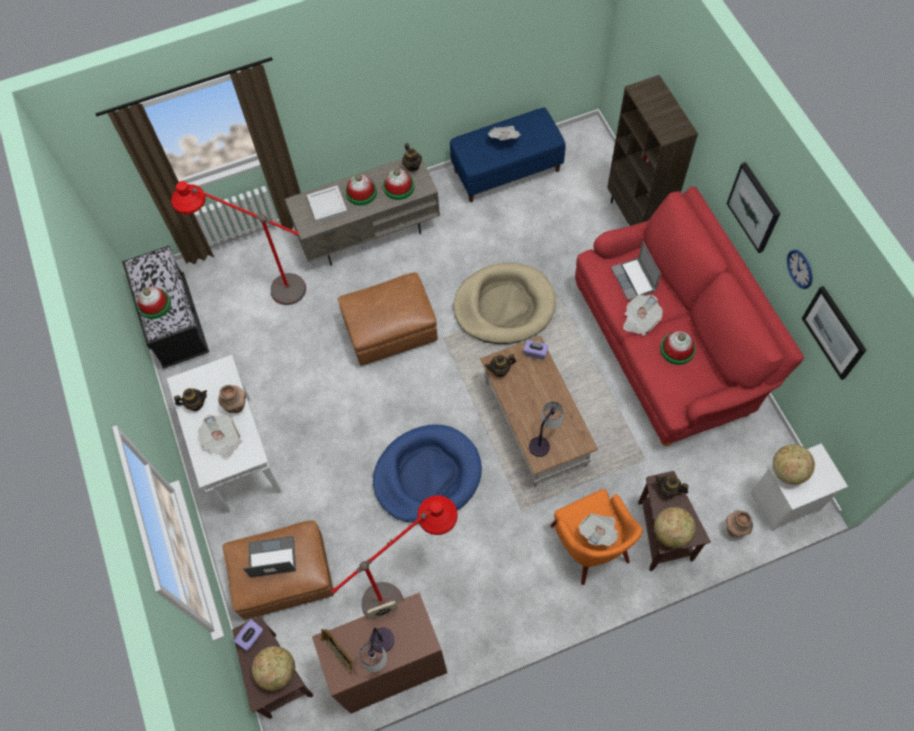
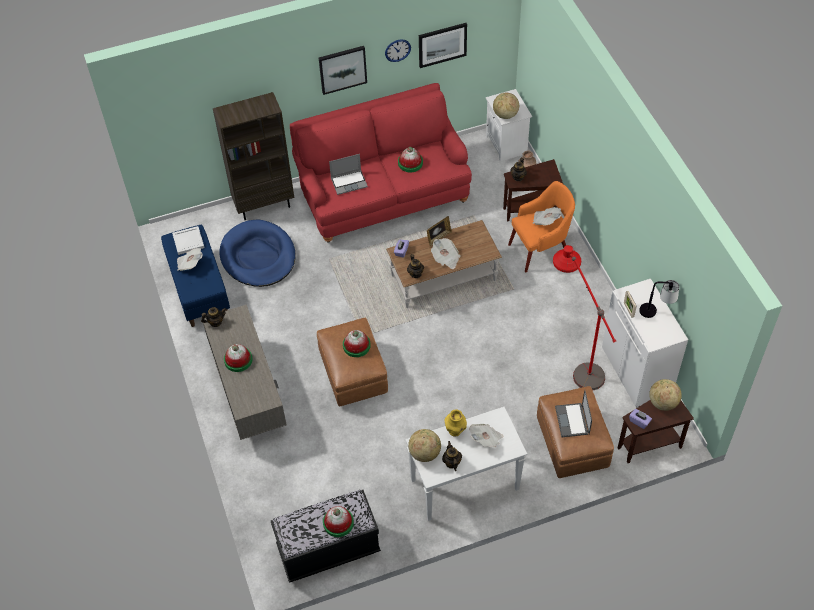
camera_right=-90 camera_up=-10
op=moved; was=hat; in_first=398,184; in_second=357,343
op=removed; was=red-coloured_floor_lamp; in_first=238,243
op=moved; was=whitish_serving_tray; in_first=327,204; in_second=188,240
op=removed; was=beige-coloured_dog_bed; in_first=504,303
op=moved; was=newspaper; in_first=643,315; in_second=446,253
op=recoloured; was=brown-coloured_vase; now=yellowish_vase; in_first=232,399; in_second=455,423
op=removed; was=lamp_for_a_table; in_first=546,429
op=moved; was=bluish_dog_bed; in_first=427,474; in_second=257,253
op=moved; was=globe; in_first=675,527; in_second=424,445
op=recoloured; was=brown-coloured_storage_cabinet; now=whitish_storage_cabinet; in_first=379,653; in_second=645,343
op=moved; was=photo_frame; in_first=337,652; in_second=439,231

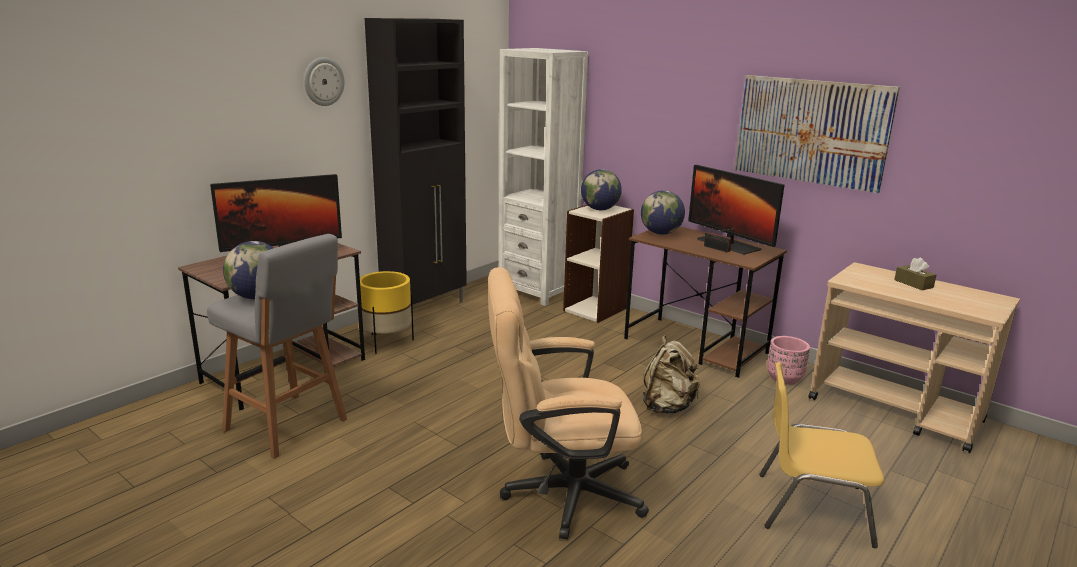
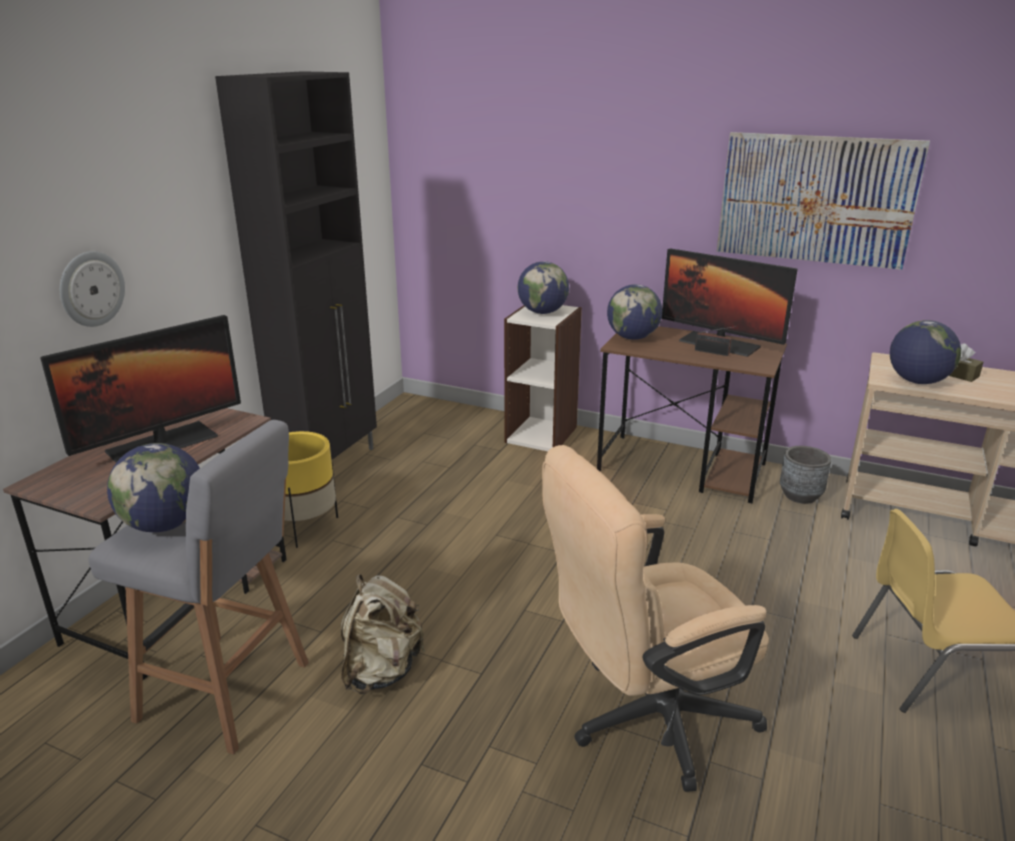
camera_right=-15 camera_up=5
op=removed; was=whitish_shelving_unit; in_first=543,177
op=moved; was=hanging_clock; in_first=324,81; in_second=92,289
op=moved; was=beige-coloured_backpack; in_first=671,374; in_second=383,634
op=recoloured; was=pink_planter; now=gray_planter; in_first=788,360; in_second=805,475
op=added; now=globe; in_second=925,352

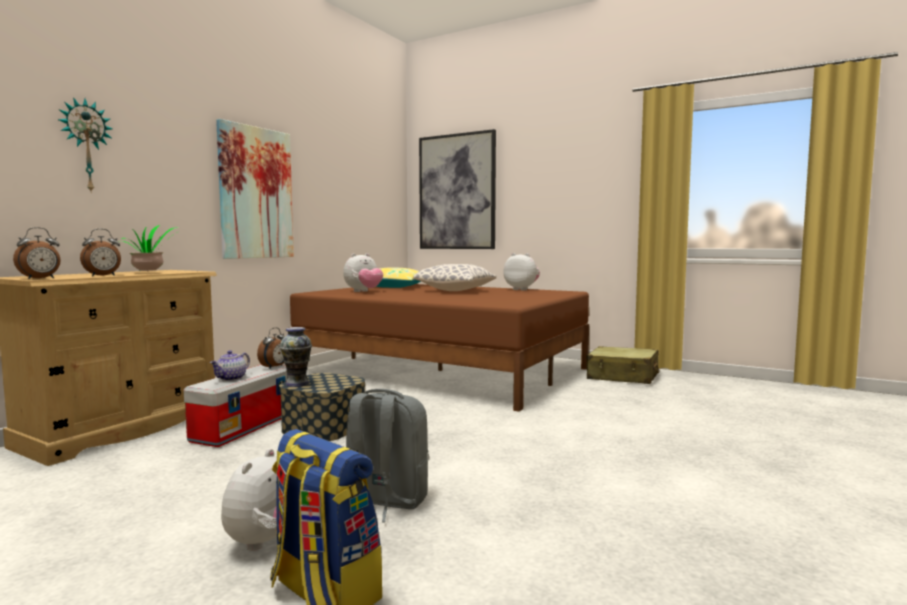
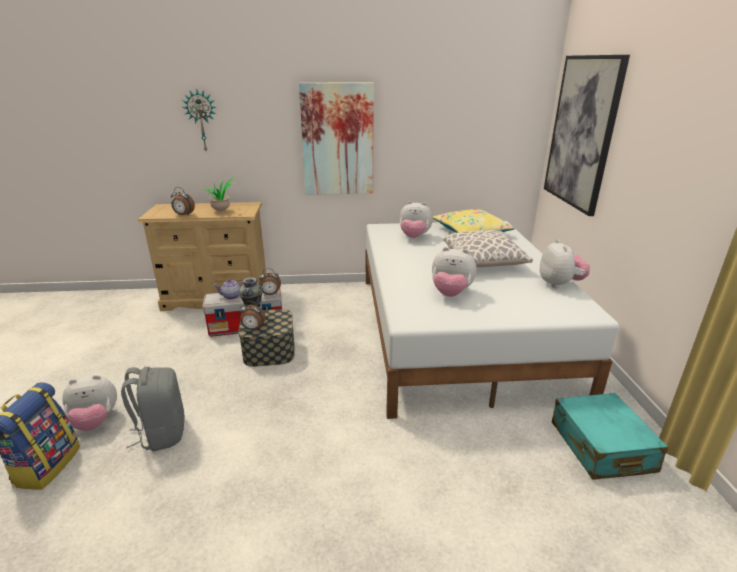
camera_right=55 camera_up=20
op=moved; was=table_clock; in_first=37,253; in_second=252,315
op=recoloured; was=brown-coloured_bed; now=whitish_bed; in_first=438,348; in_second=492,320
op=recoloured; was=beige-coloured_travel_case; now=turquoise_travel_case; in_first=623,365; in_second=610,436
op=added; now=cuddly_toy; in_second=454,272

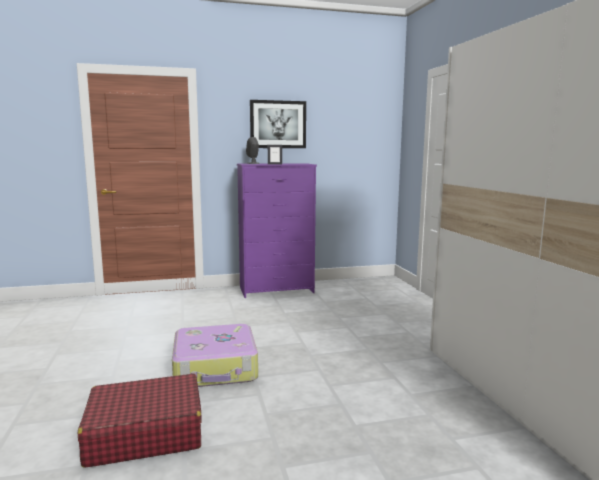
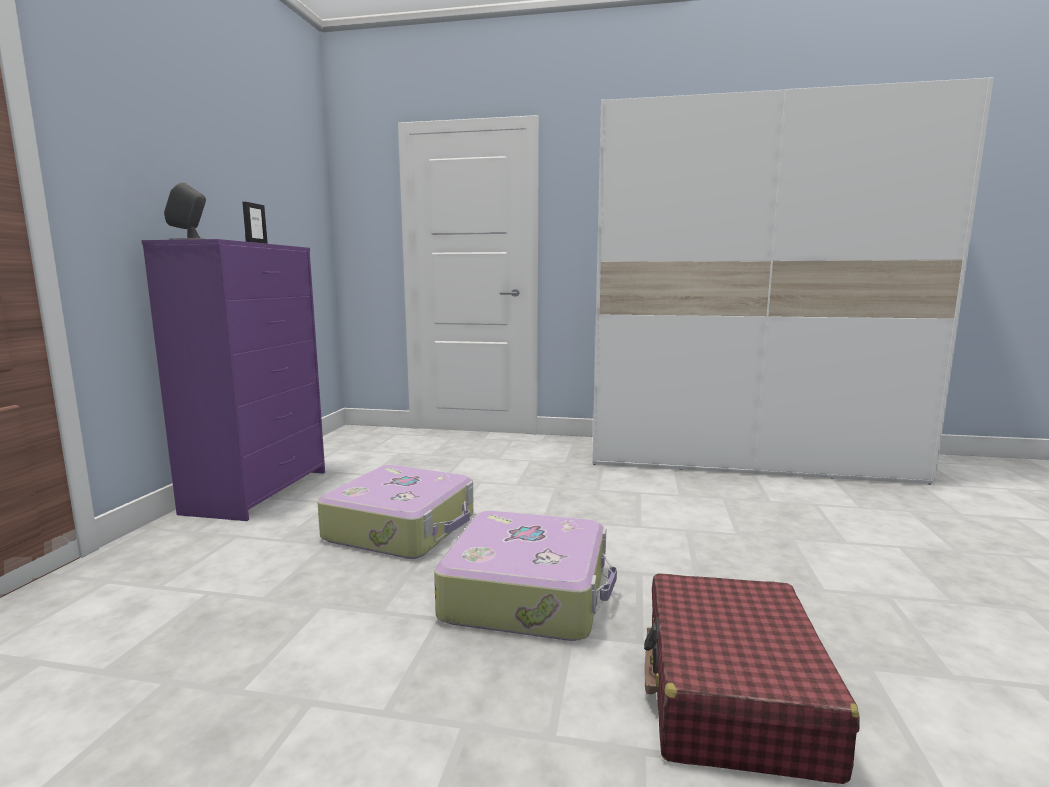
camera_right=-65 camera_up=0
op=removed; was=wall_picture; in_first=278,124
op=added; now=travel_case; in_second=395,512

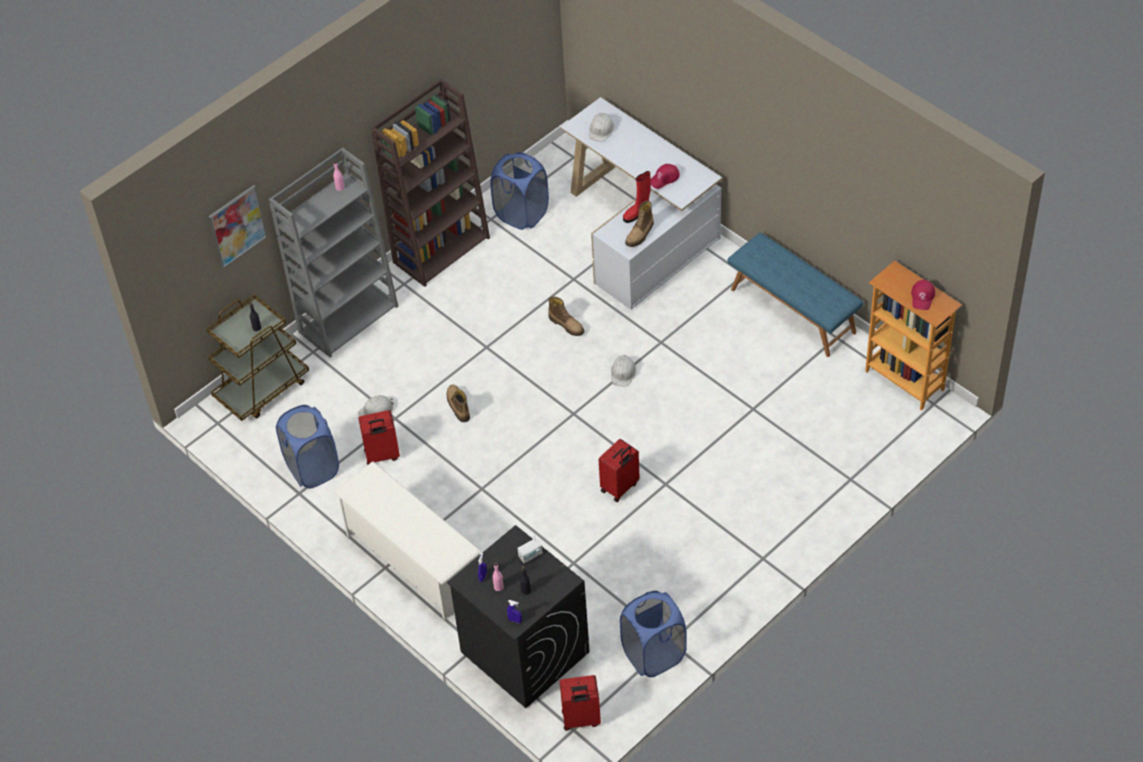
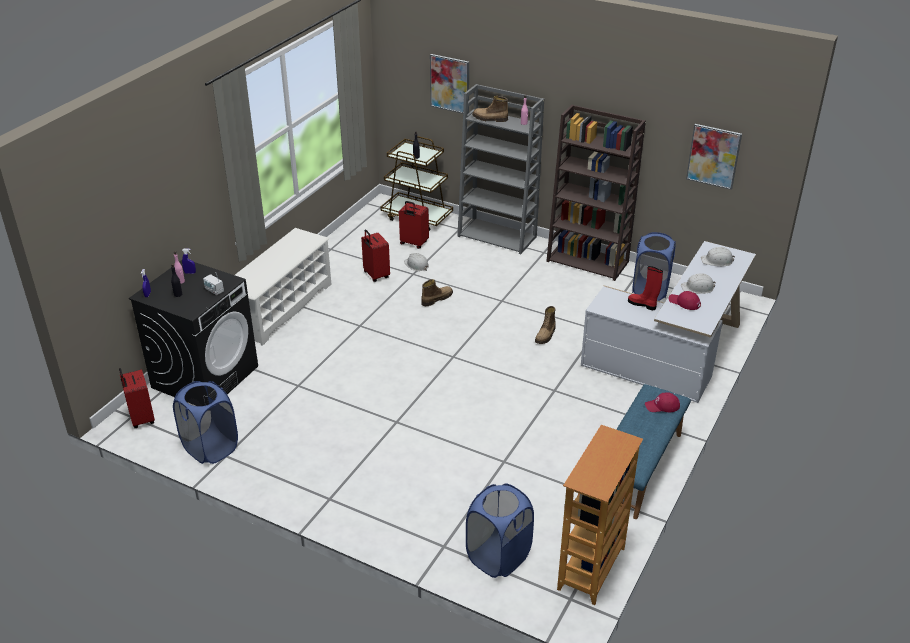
camera_right=70 camera_up=-15
op=moved; was=tall_boot; in_first=639,224; in_second=490,109
op=moved; was=red-coloured_peaked_cap; in_first=923,295; in_second=662,402
op=moved; was=whitish_safety_helmet; in_first=623,371; in_second=698,283
op=moved; was=bluish_laundry_basket; in_first=307,447; in_second=500,531
op=moved; was=red-coloured_travel_case; in_first=619,470; in_second=414,225
op=added; now=wall_picture; in_second=714,157

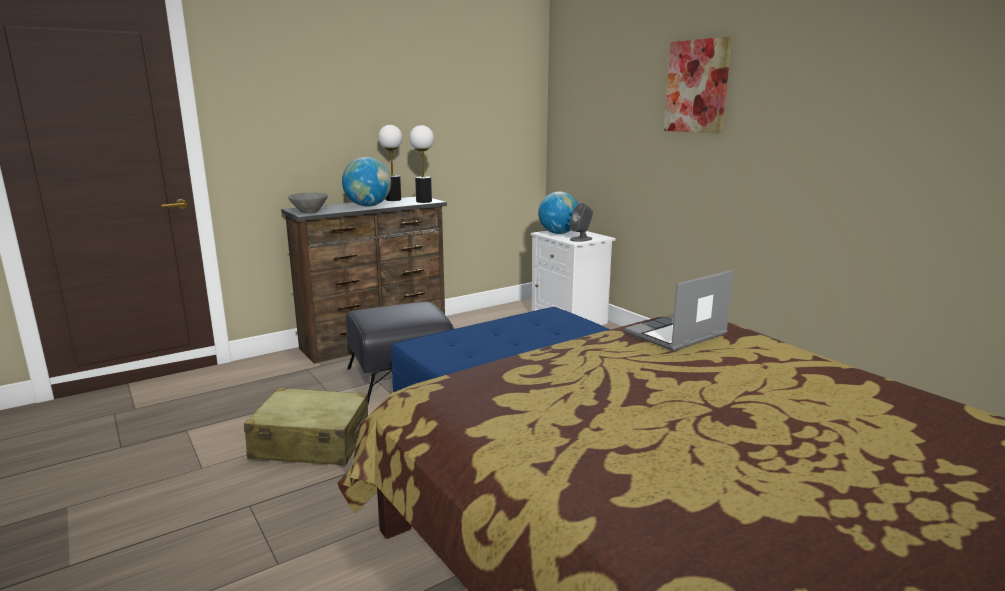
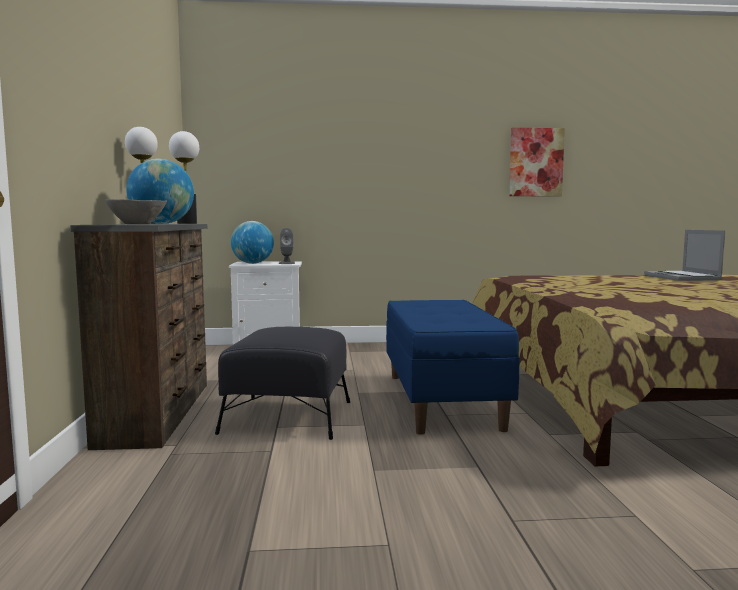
camera_right=-60 camera_up=-10
op=moved; was=wall_picture; in_first=698,85; in_second=537,162
op=moved; was=notebook_computer; in_first=679,310; in_second=684,255
op=removed; was=beige-coloured_travel_case; in_first=306,426

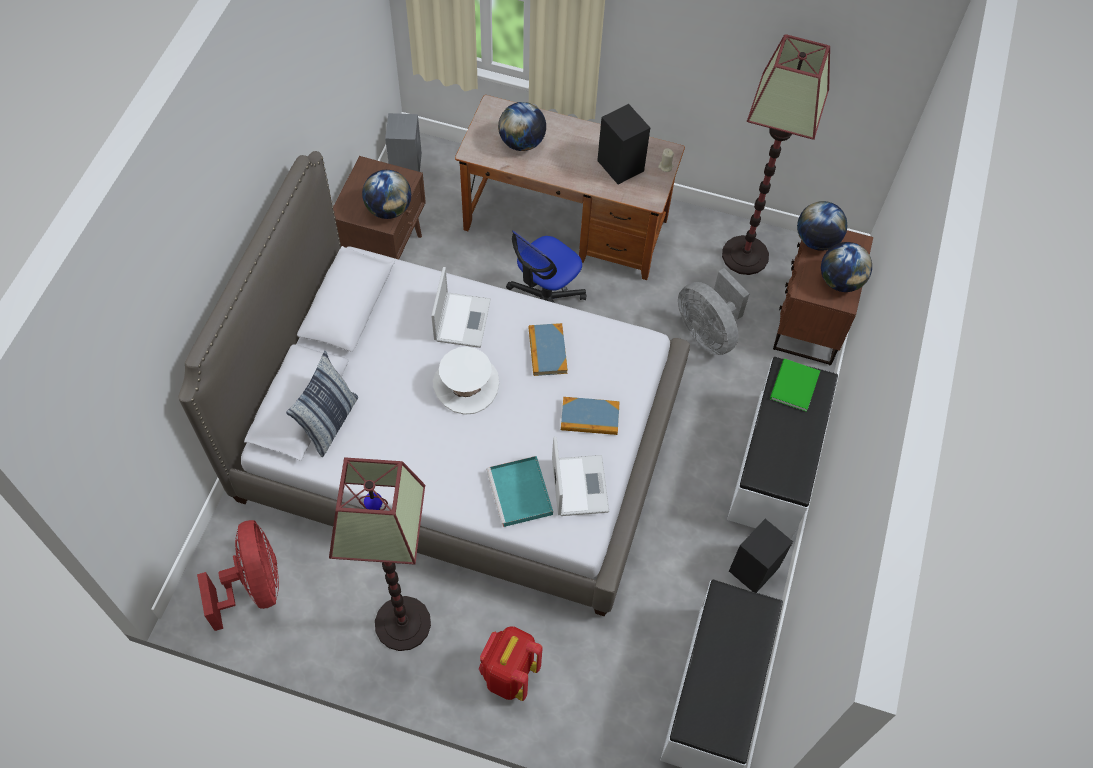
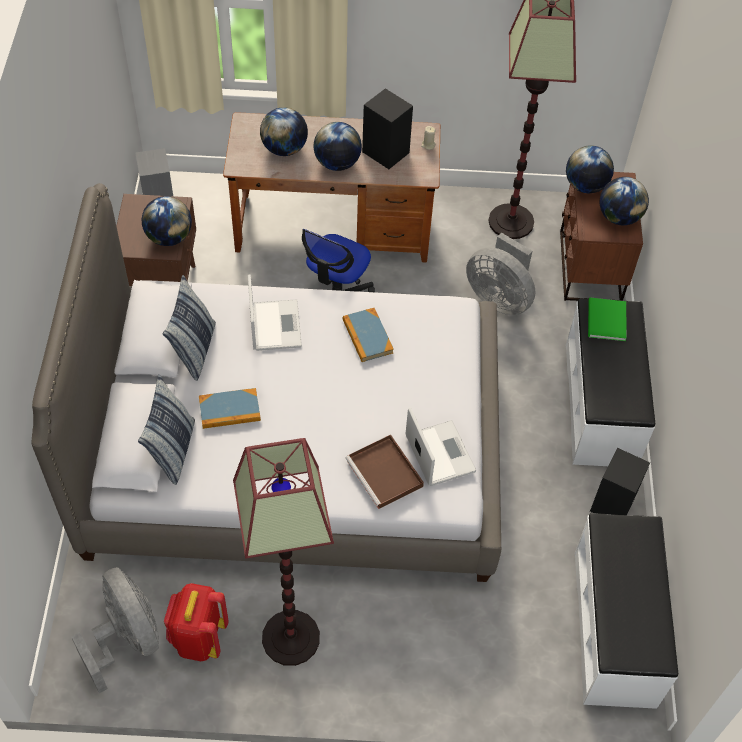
camera_right=-15 camera_up=-5
op=removed; was=whitish_hat; in_first=466,381
op=moved; was=book; in_first=590,416; in_second=230,408
op=recoloured; was=turquoise_serving_tray; now=brown-coloured_serving_tray; in_first=519,491; in_second=384,471
op=recoloured; was=red-coloured_fan; now=gray_fan; in_first=238,575; in_second=115,630
op=moved; was=red-coloured_backpack; in_first=511,663; in_second=196,622
op=added; now=globe; in_second=338,146
op=added; now=cushion; in_second=189,328

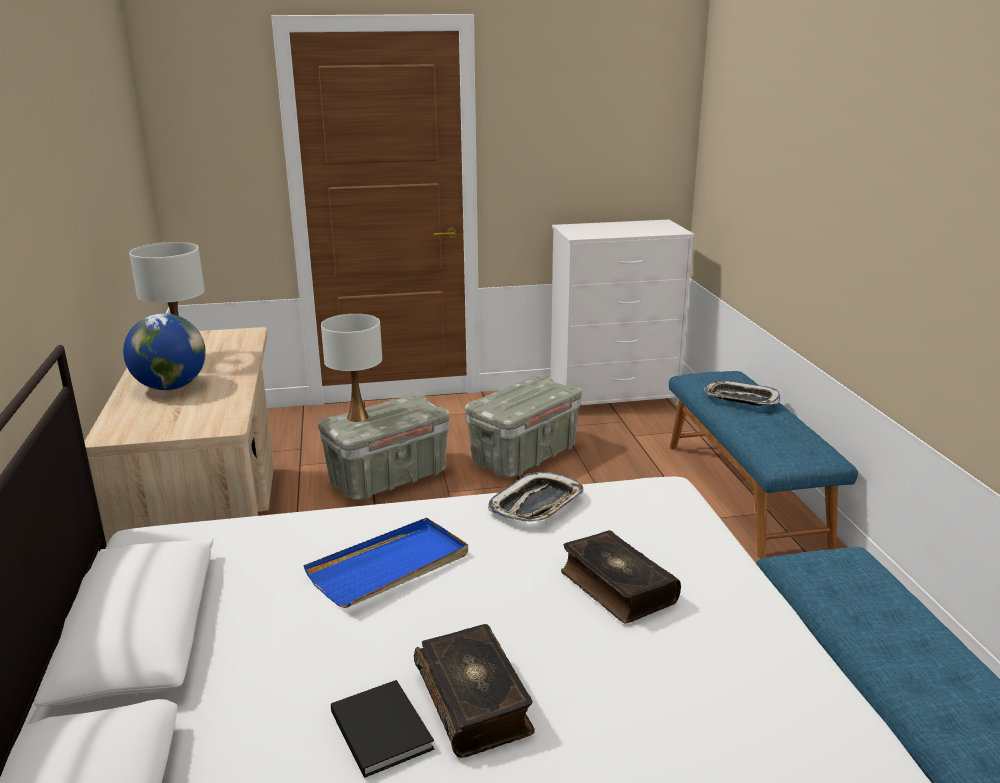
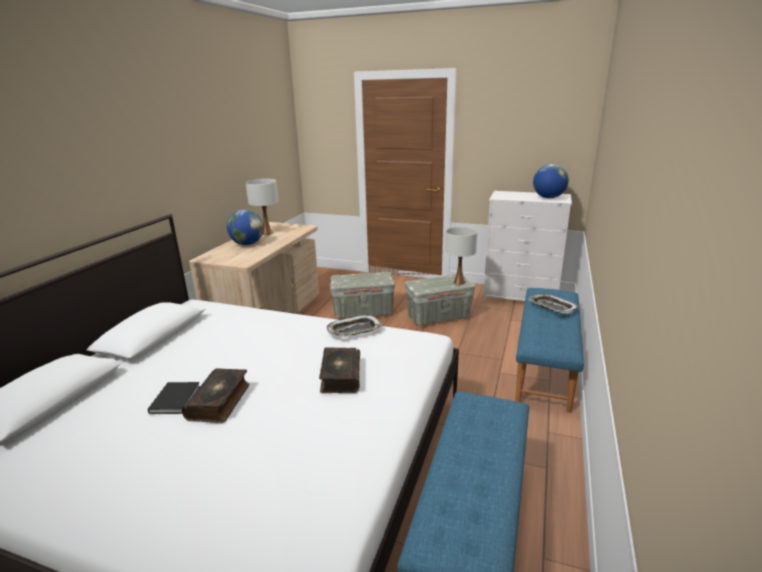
camera_right=30 camera_up=0
op=moved; was=whitish_lamp_for_a_table; in_first=351,368; in_second=461,256
op=removed; was=bluish_serving_tray; in_first=385,562
op=added; now=globe; in_second=551,181

